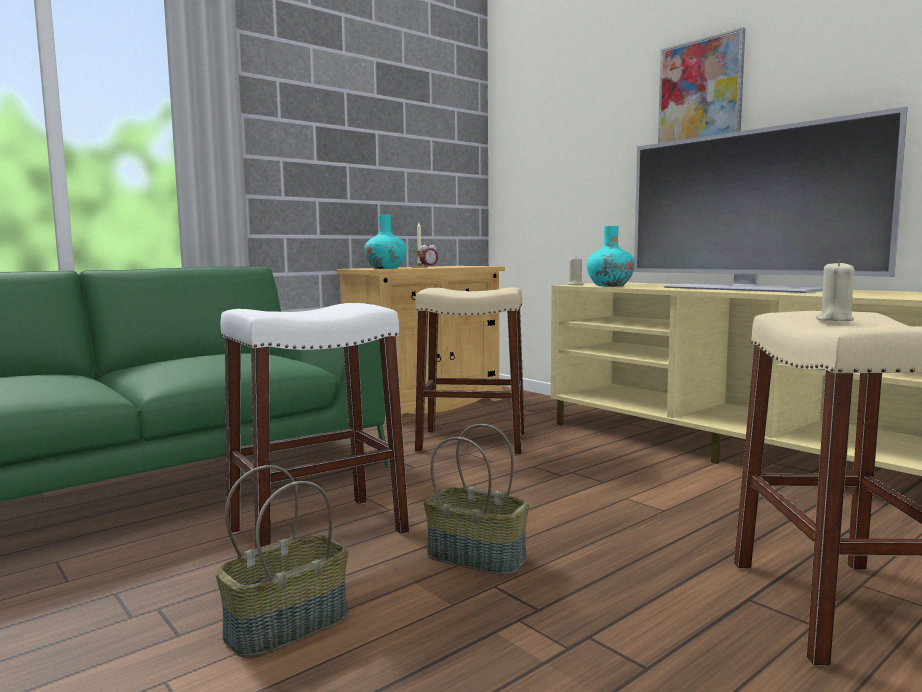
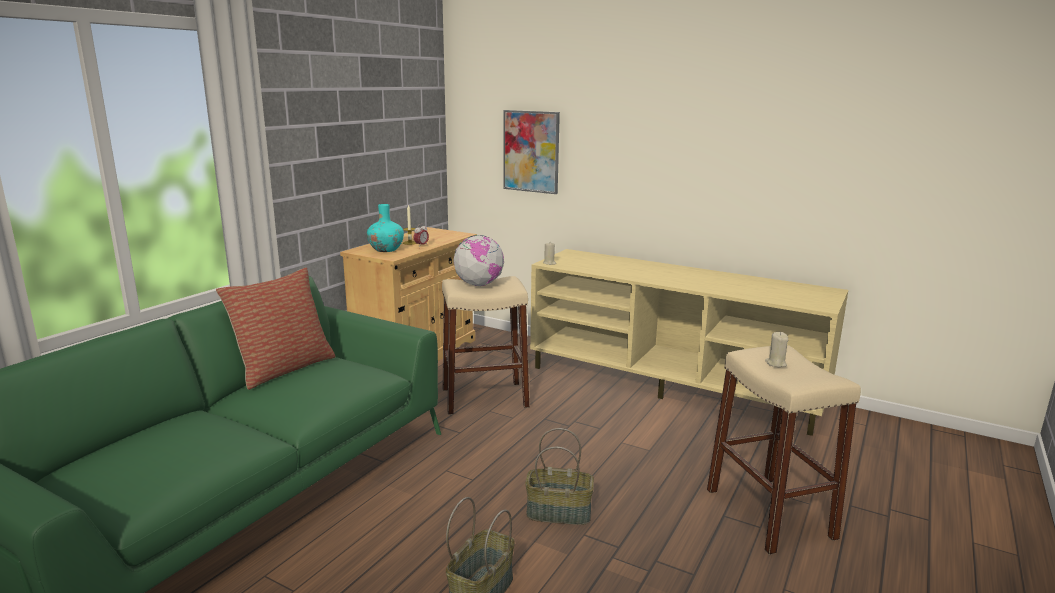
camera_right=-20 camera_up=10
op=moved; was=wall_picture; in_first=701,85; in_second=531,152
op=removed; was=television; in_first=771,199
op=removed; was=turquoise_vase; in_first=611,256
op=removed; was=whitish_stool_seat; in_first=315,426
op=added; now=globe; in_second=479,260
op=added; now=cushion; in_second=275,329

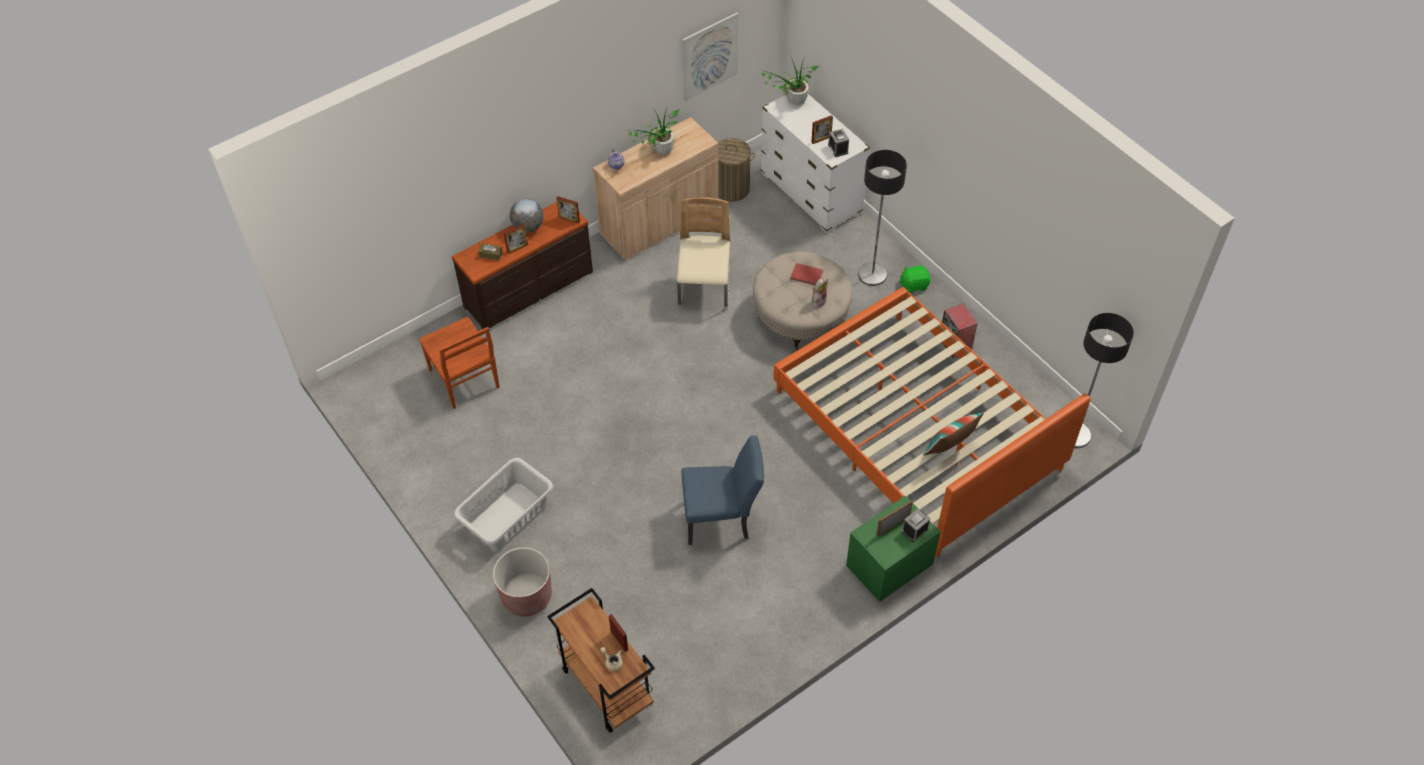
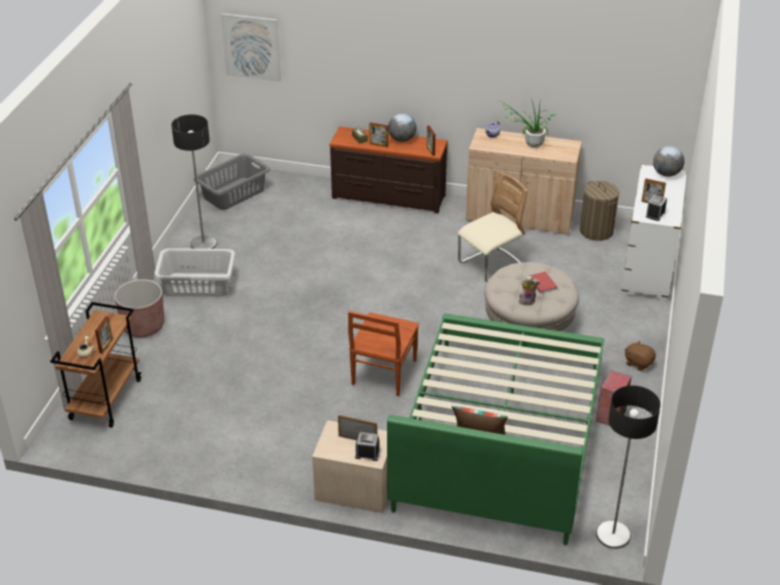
camera_right=50 camera_up=-15
op=moved; was=wall_picture; in_first=710,57; in_second=251,47
op=replaced; was=plant_in_a_pot; now=globe; in_first=790,81; in_second=668,161
op=moved; was=floor_lamp; in_first=882,218; in_second=194,182
op=recoloured; was=green-coloured_cuddly_toy; now=brown-coloured_cuddly_toy; in_first=915,279; in_second=640,355
op=recoloured; was=orange_bed; now=green-coloured_bed; in_first=932,422; in_second=495,429
op=moved; was=brown-coloured_plain_chair; in_first=459,363; in_second=383,353
op=removed; was=bluish_plain_chair; in_first=723,490
op=recoloured; was=green-coloured_nightstand; now=beige-coloured_nightstand; in_first=893,549; in_second=349,466
op=added; now=gray_laundry_basket; in_second=232,181

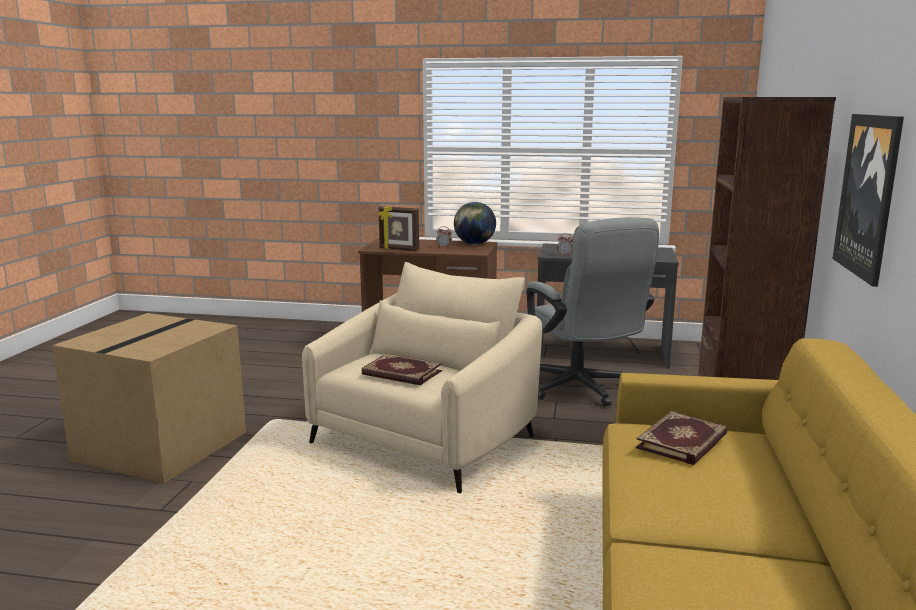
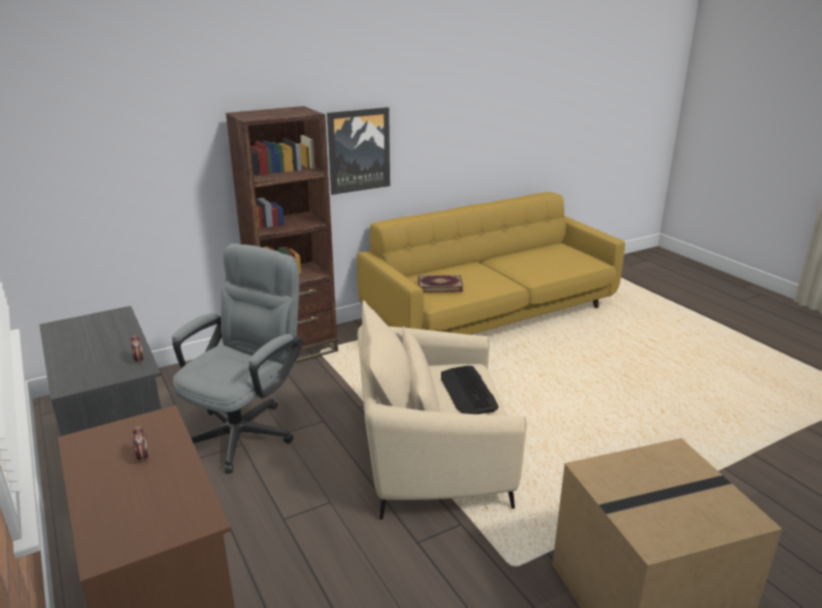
camera_right=-130 camera_up=10
op=removed; was=globe; in_first=475,223
op=removed; was=photo_frame; in_first=398,228
op=replaced; was=book; now=PC_keyboard; in_first=401,369; in_second=470,389

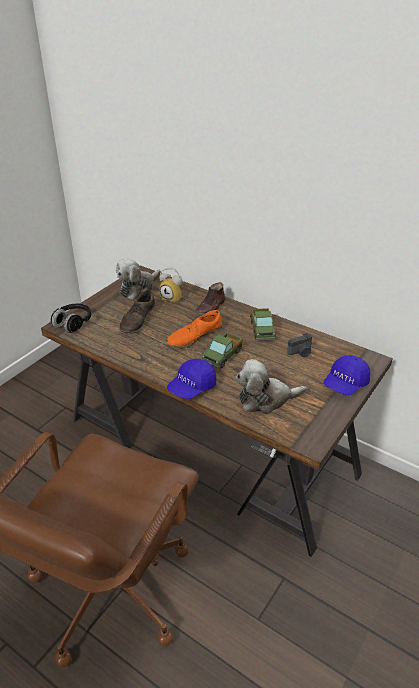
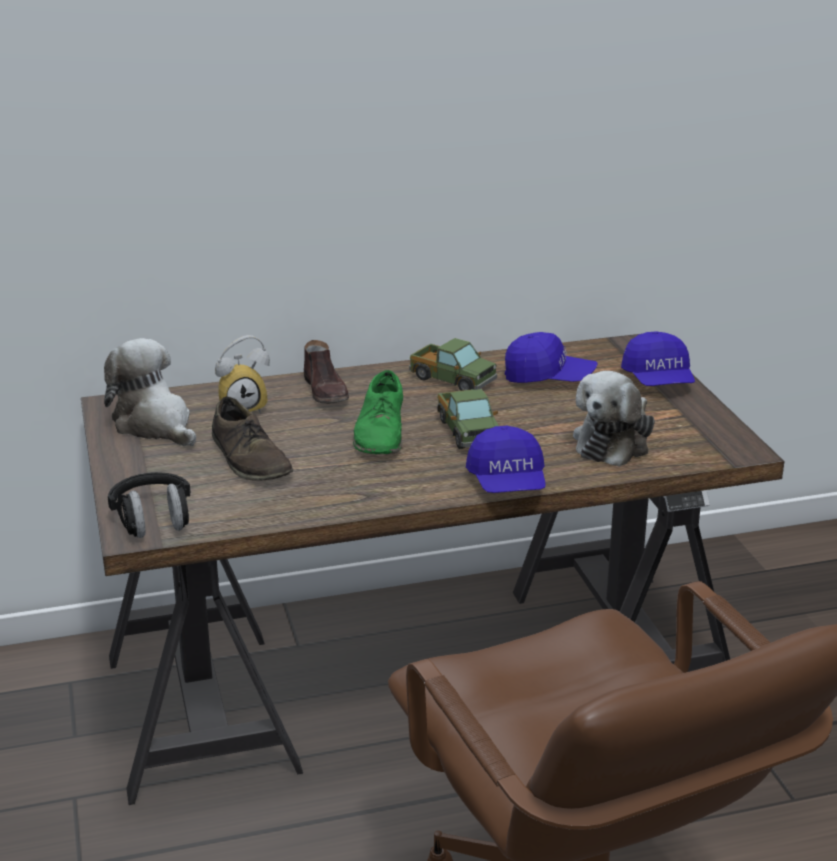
camera_right=-50 camera_up=-10
op=turned; was=cuddly_toy; in_first=138,279; in_second=150,392; clockwise=150
op=recoloured; was=orange_low_shoe; now=green-coloured_low_shoe; in_first=194,329; in_second=378,412
op=replaced; was=still_camera; now=bluish_peaked_cap; in_first=299,345; in_second=551,357

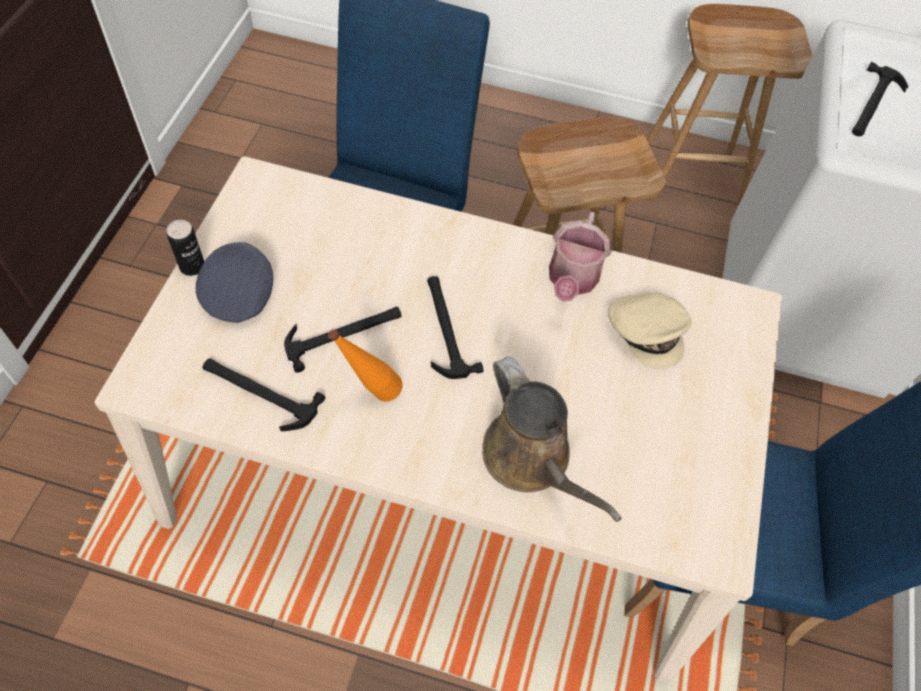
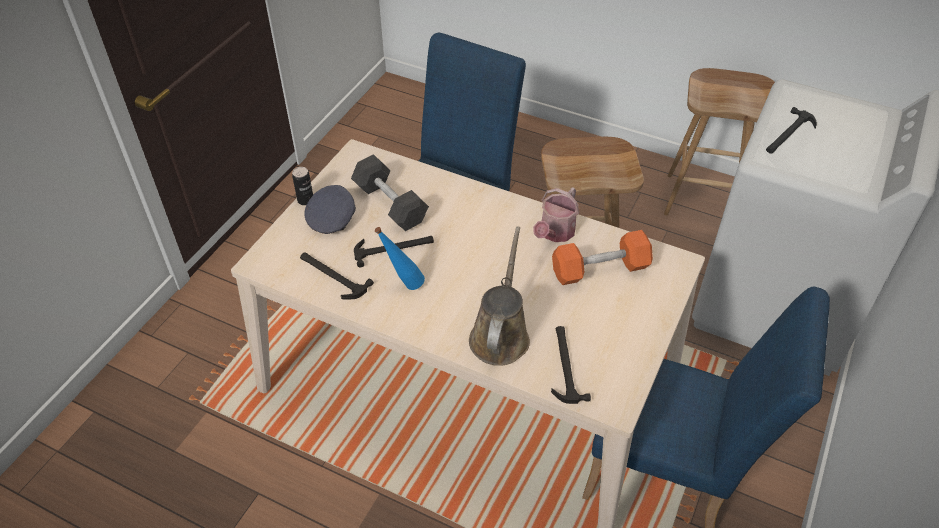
camera_right=15 camera_up=-10
op=moved; was=tool_hammer; in_first=455,327; in_second=571,365
op=replaced; was=beige-coloured_peaked_cap; now=orange_free_weight; in_first=649,330; in_second=602,257
op=recoloured; was=orange_bottle; now=bluish_bottle; in_first=365,365; in_second=400,258
op=turned; was=brown-coloured_watering_pot; in_first=552,439; in_second=499,296; clockwise=-150
op=added; now=black_free_weight; in_second=390,192

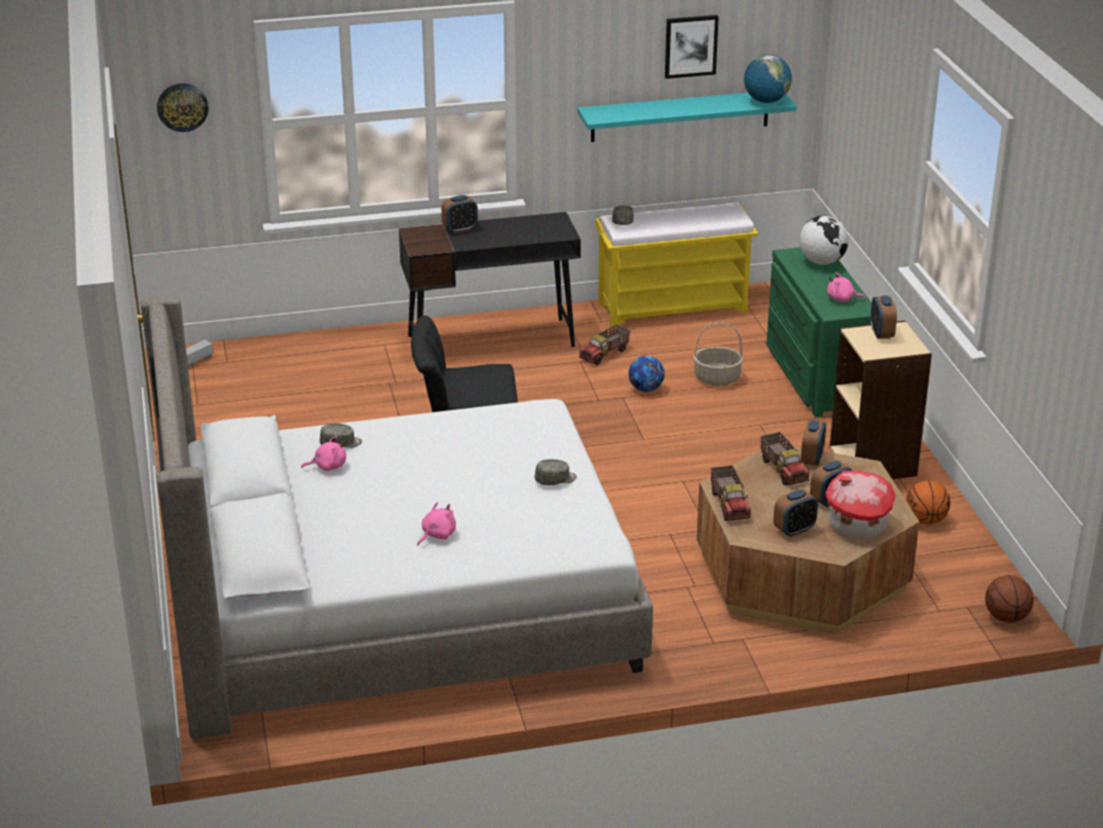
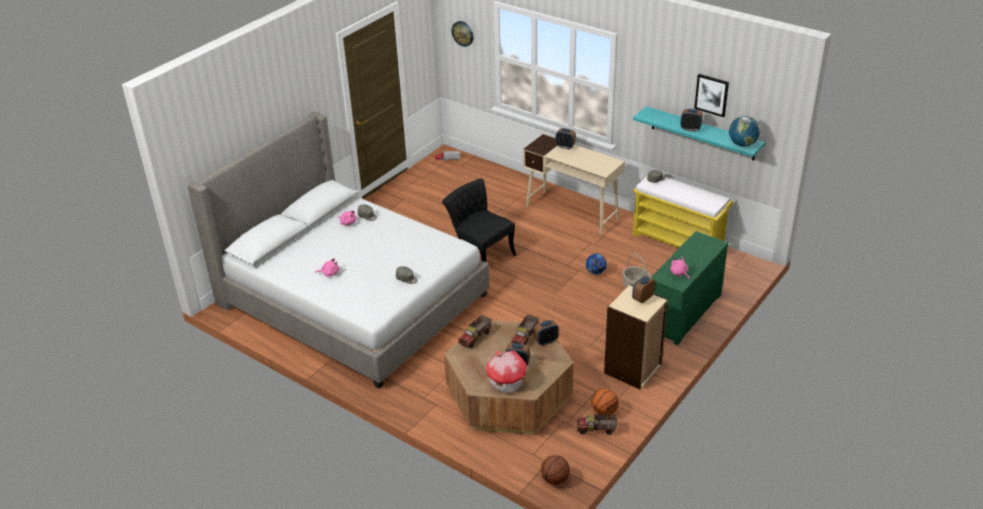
camera_right=50 camera_up=5
op=recoloured; was=black_desk; now=beige-coloured_desk; in_first=490,279; in_second=574,184
op=removed; was=globe; in_first=824,240
op=moved; was=toy_truck; in_first=604,344; in_second=597,424
op=moved; was=table_clock; in_first=795,513; in_second=691,120

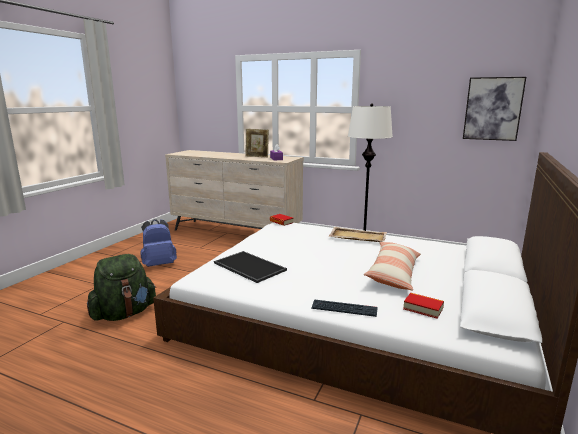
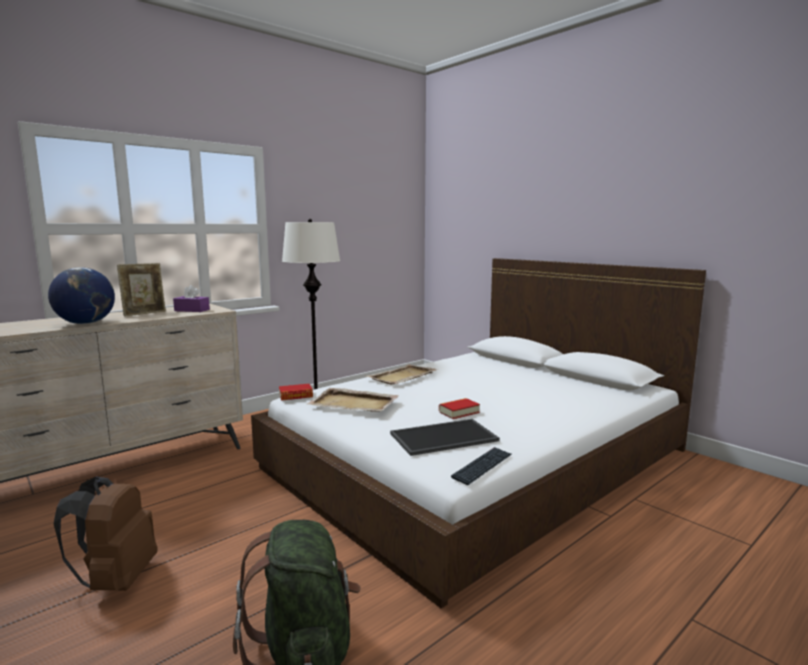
camera_right=-65 camera_up=-5
op=removed; was=wall_picture; in_first=494,109
op=recoloured; was=bluish_backpack; now=brown-coloured_backpack; in_first=158,243; in_second=106,534
op=removed; was=cushion; in_first=392,266
op=moved; was=book; in_first=423,306; in_second=459,408
op=moved; was=PC_keyboard; in_first=344,308; in_second=481,466
op=added; now=globe; in_second=81,295
op=added; now=beige-coloured_serving_tray; in_second=353,400

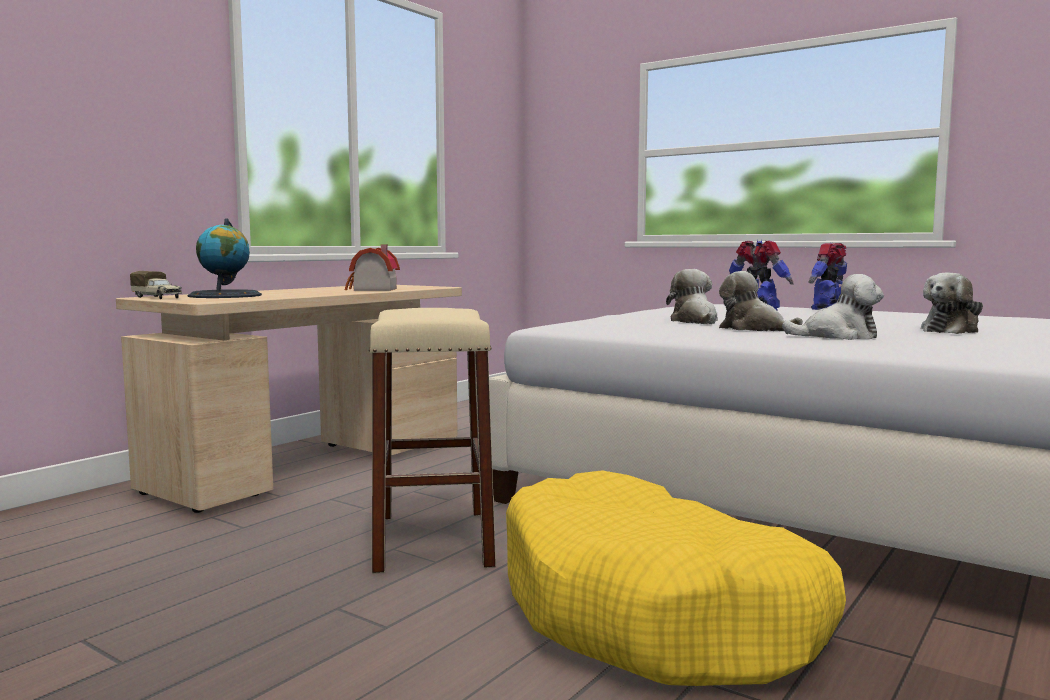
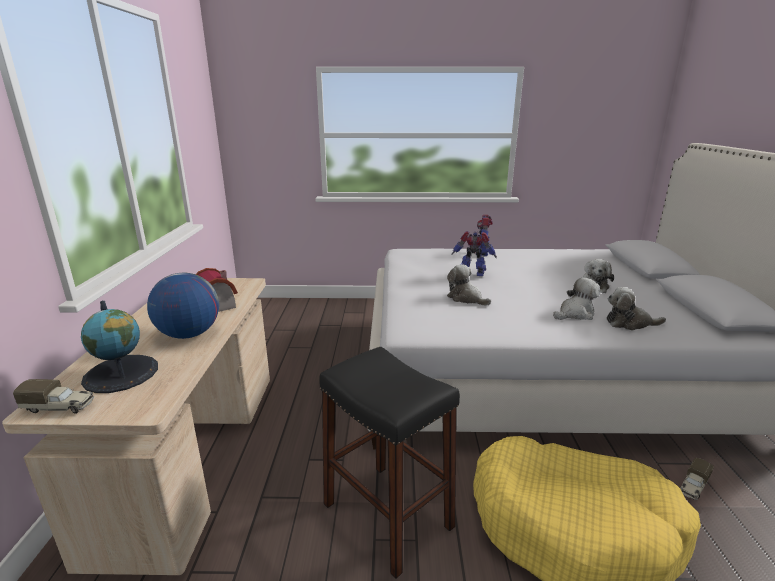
camera_right=-35 camera_up=15
op=moved; was=cuddly_toy; in_first=761,301; in_second=636,308
op=recoloured; was=beige-coloured_stool_seat; now=black_stool_seat; in_first=432,441; in_second=389,462
op=added; now=globe; in_second=183,306
op=added; now=toy_truck; in_second=697,479

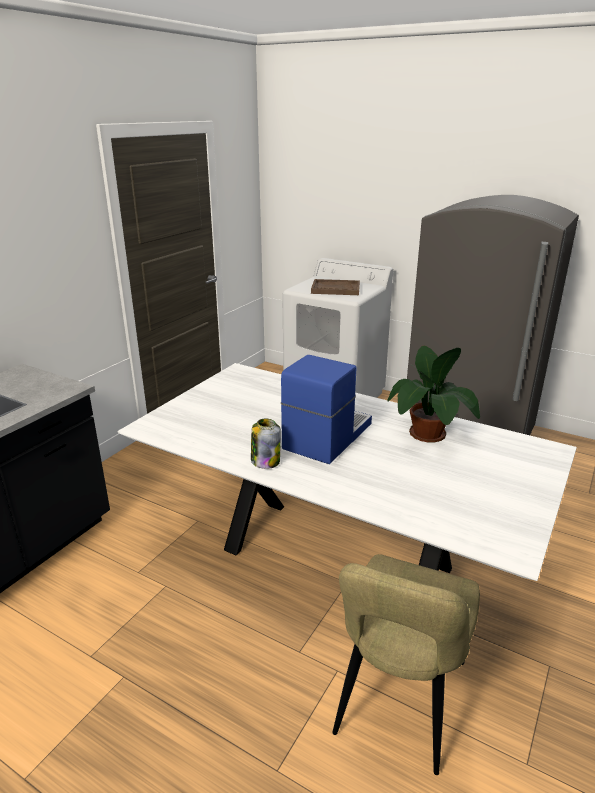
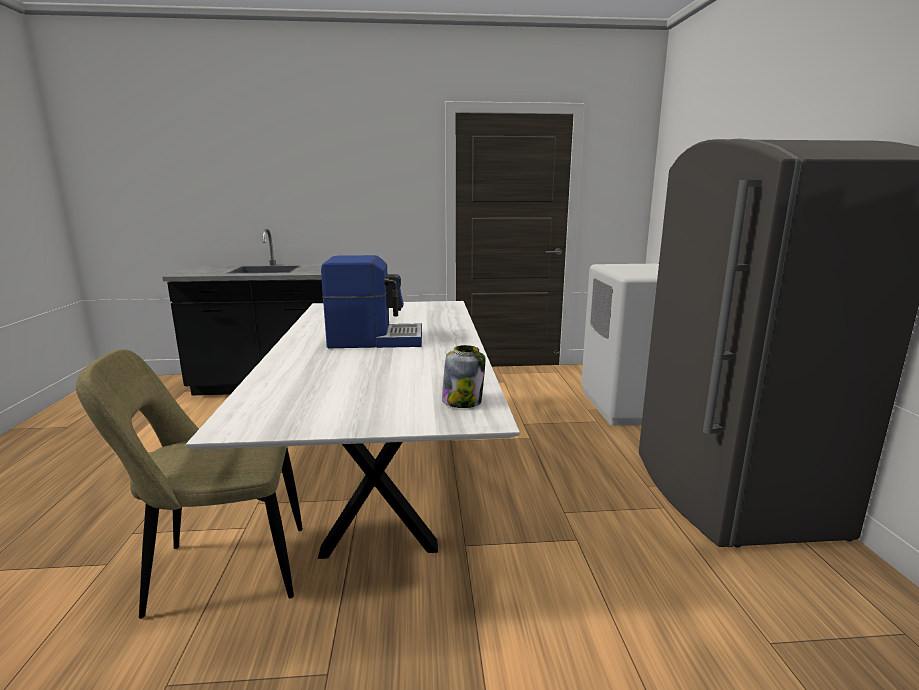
camera_right=55 camera_up=-10
op=removed; was=brown-coloured_serving_tray; in_first=335,287
op=removed; was=plant_in_a_pot; in_first=434,394
op=moved; was=storage_jar; in_first=266,444; in_second=463,376

